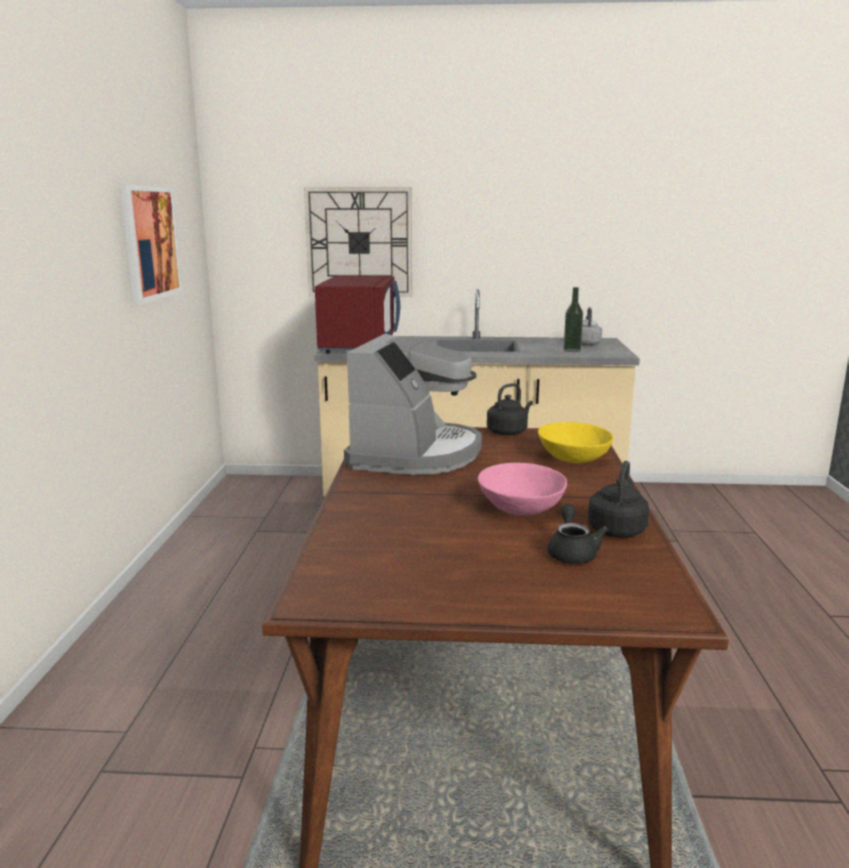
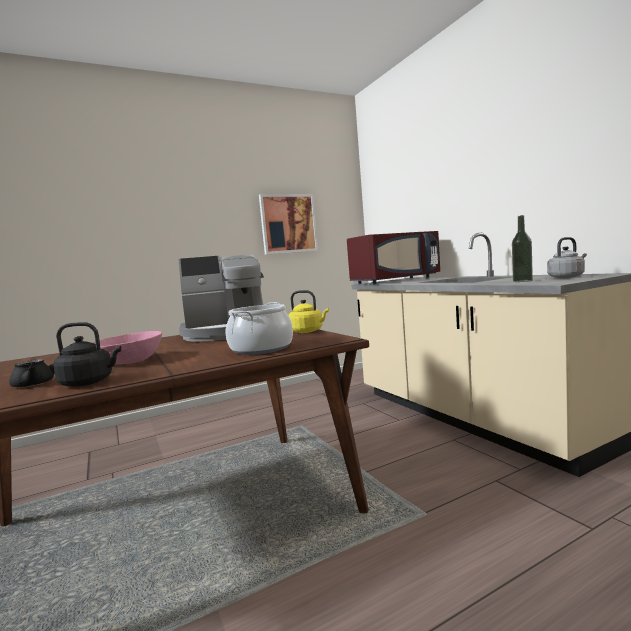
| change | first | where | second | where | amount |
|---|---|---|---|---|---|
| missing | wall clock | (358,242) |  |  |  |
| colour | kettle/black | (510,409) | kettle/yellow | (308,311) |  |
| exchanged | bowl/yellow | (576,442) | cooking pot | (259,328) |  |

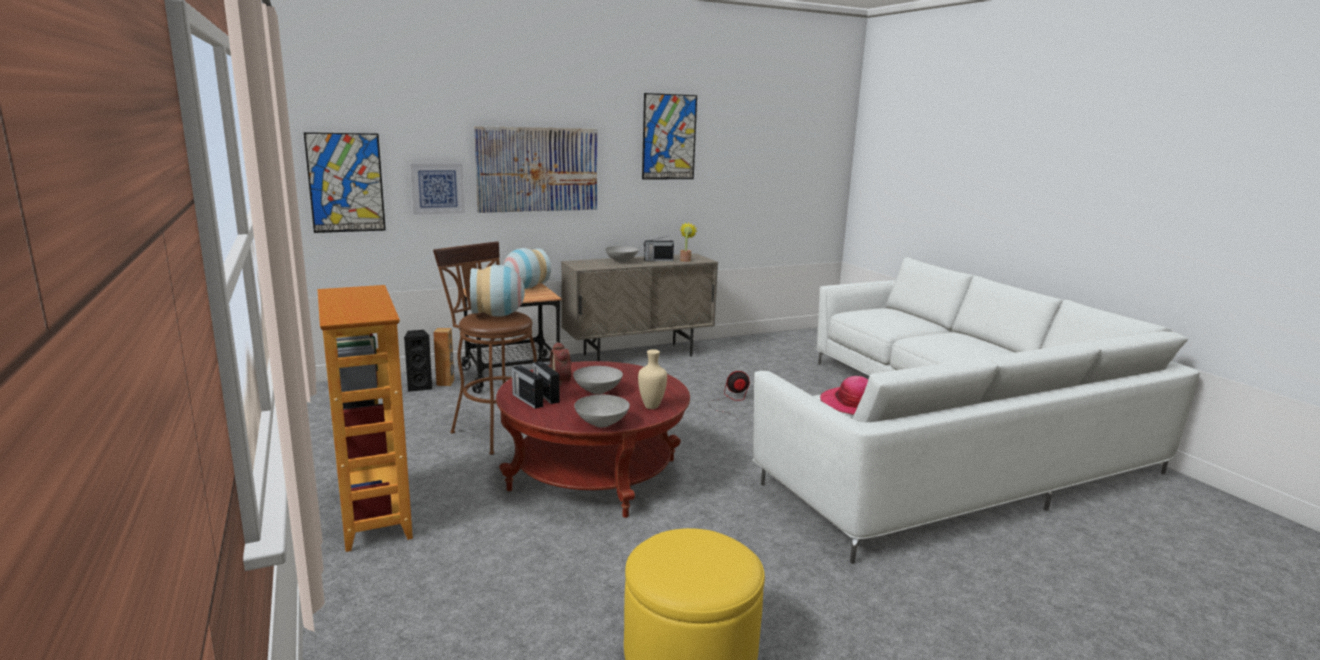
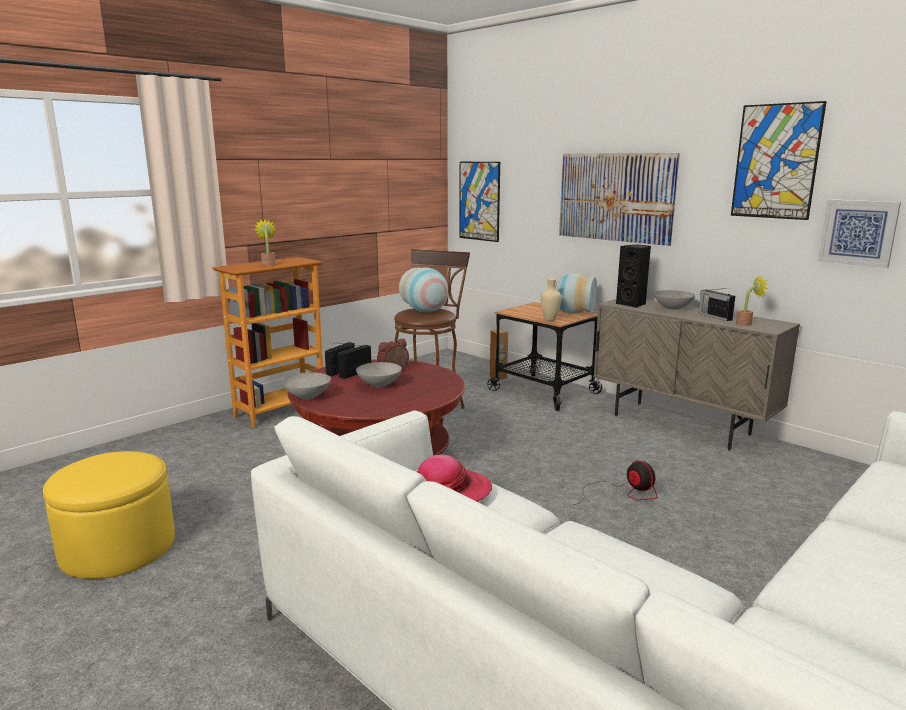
| change | first | where | second | where | amount |
|---|---|---|---|---|---|
| relocated | speaker/black | (418,361) |  | (633,276) |  |
| relocated | picture | (437,189) |  | (859,233) |  |
| relocated | vase/beige | (652,379) |  | (551,299) |  |
| appeared |  |  | potted plant | (265,242) |  |

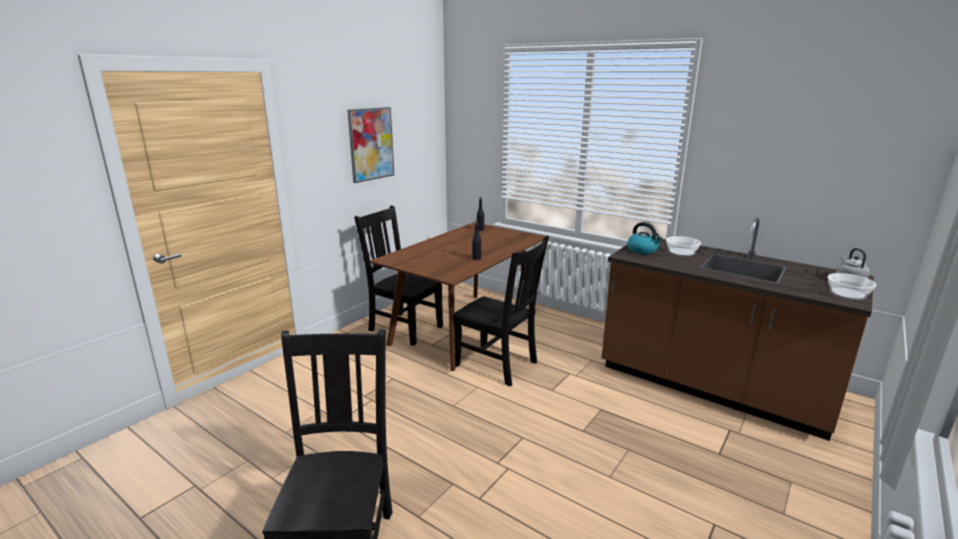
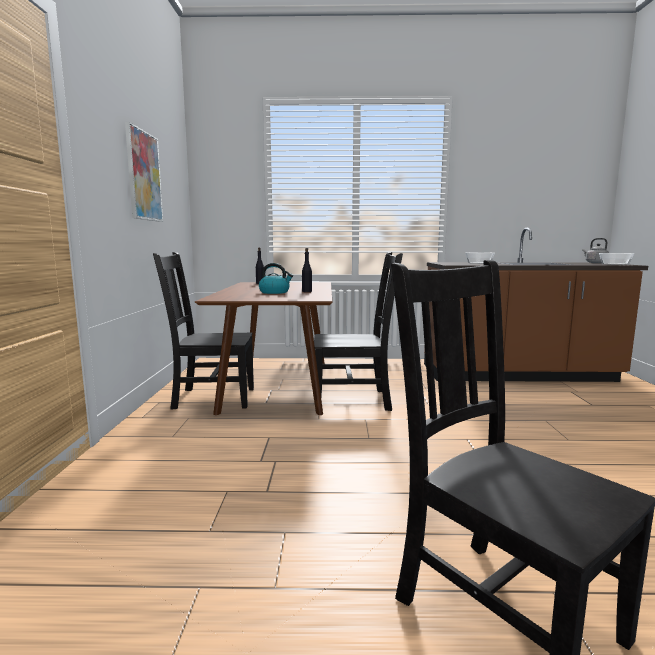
| change | first | where | second | where | amount |
|---|---|---|---|---|---|
| relocated | kettle | (645,238) |  | (276,278) |  |

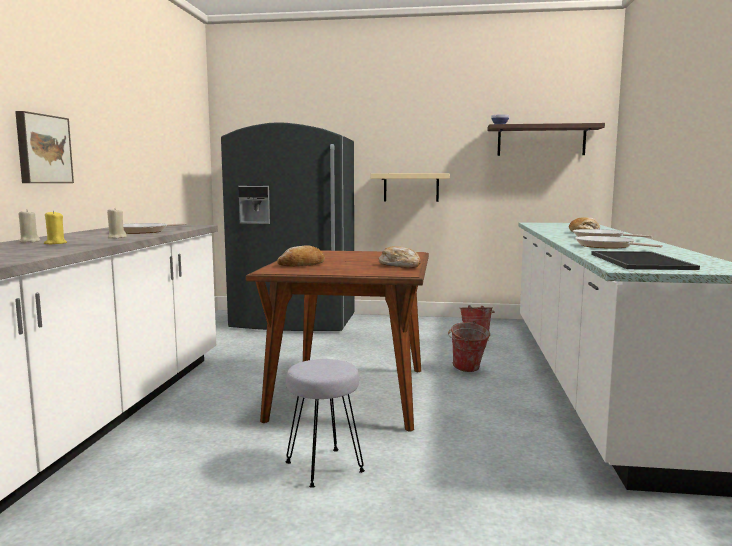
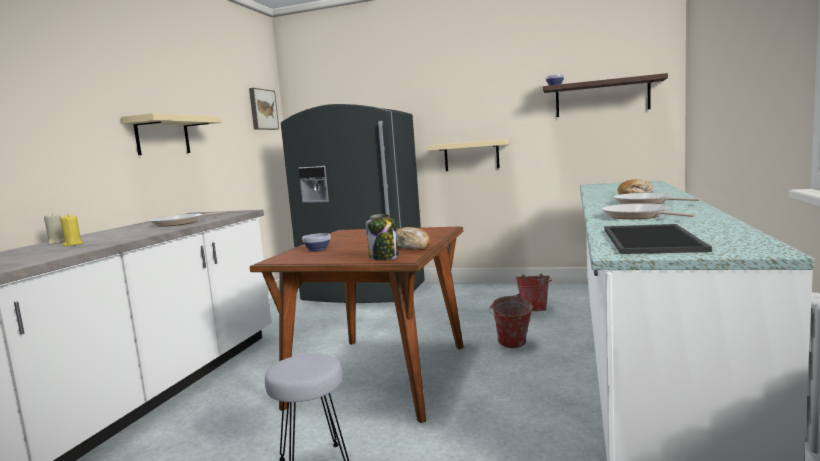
| change | first | where | second | where | amount |
|---|---|---|---|---|---|
| relocated | picture | (44,147) |  | (264,109) |  |
| missing | candle/beige | (117,224) |  |  |  |
| exchanged | bread | (301,255) | bowl | (316,242) |  |
| appeared |  |  | shelf/beige | (171,134) |  |
| appeared |  |  | jar | (382,237) |  |

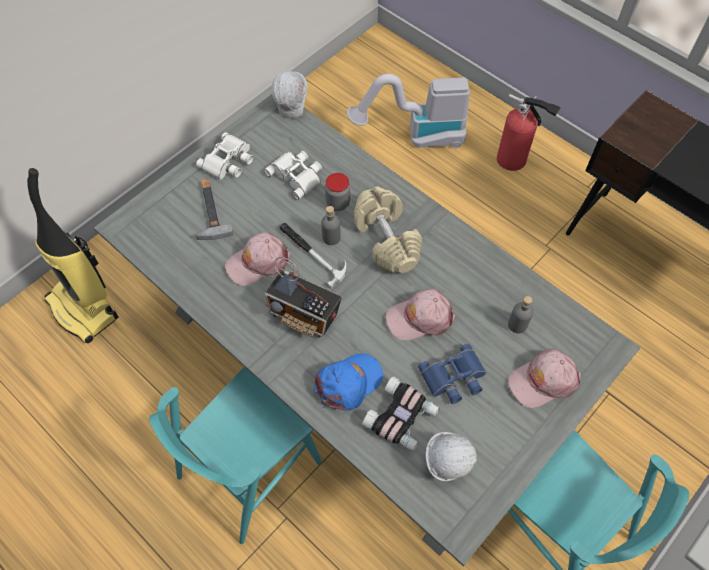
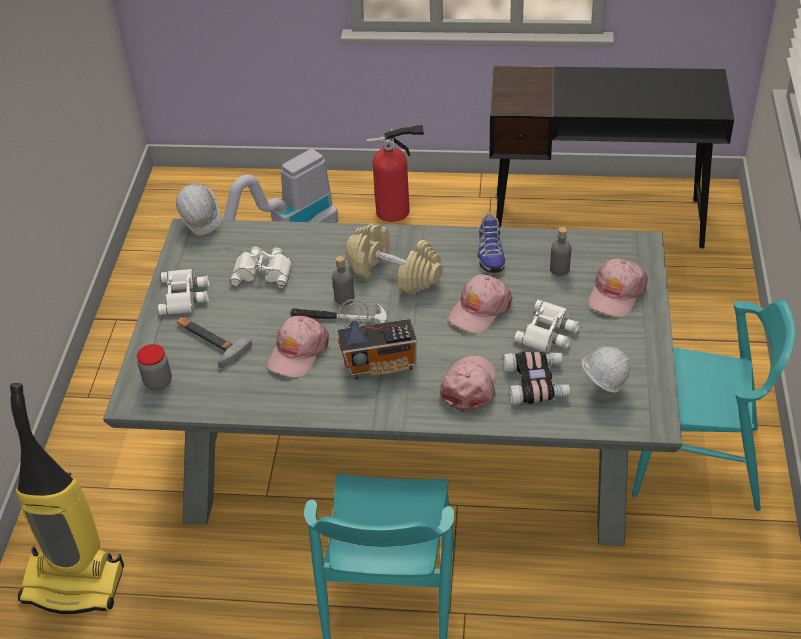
| change | first | where | second | where | amount |
|---|---|---|---|---|---|
| colour | cap/blue | (348,381) | cap/pink | (468,384) |  |
| relocated | jar | (337,192) |  | (154,367) |  |
| colour | binoculars/blue | (452,373) | binoculars/white | (547,326) |  |
| appeared |  |  | shoe | (491,243) |  |

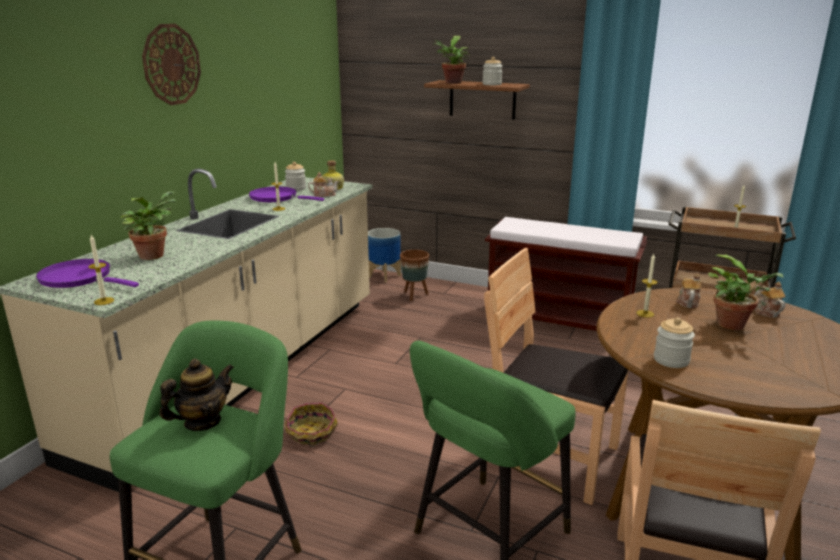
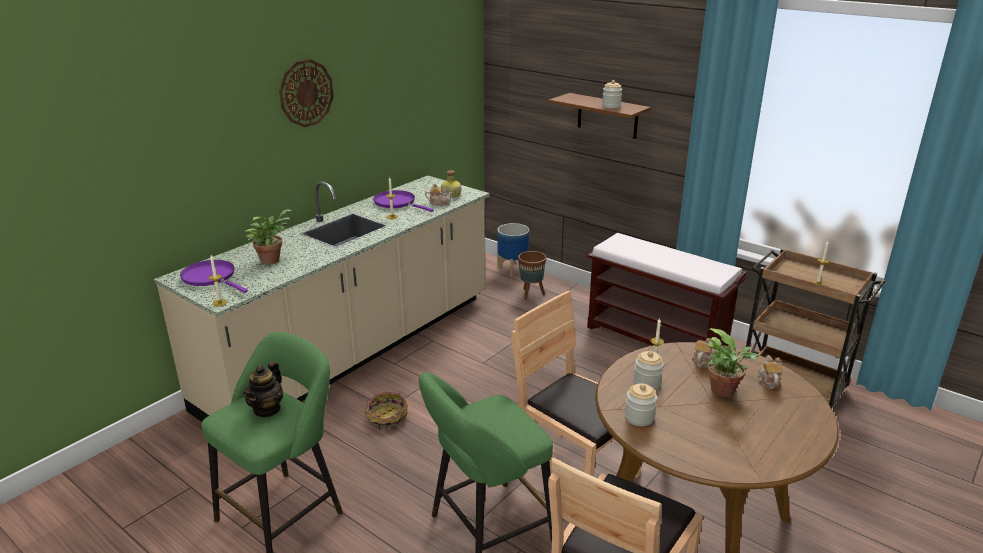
| change | first | where | second | where | amount |
|---|---|---|---|---|---|
| spun | teapot | (197,395) |  | (263,389) | 135 degrees clockwise |
| relocated | jar | (295,176) |  | (648,370) |  |
| missing | potted plant | (451,60) |  |  |  |

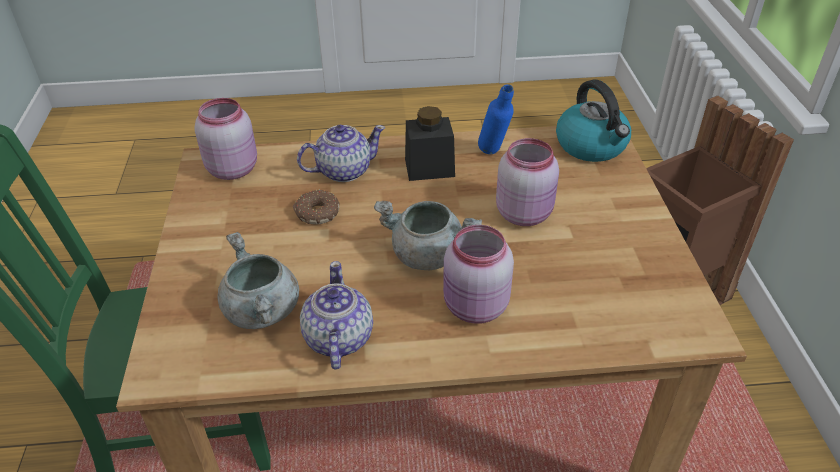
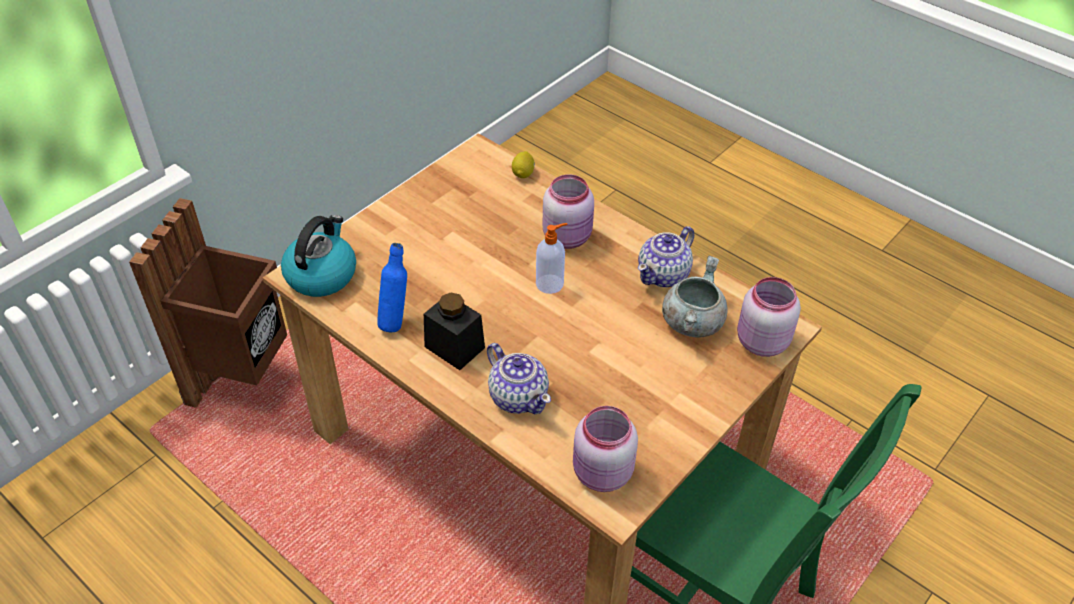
| change | first | where | second | where | amount |
|---|---|---|---|---|---|
| missing | donut | (316,207) |  |  |  |
| spun | teapot | (341,153) |  | (519,378) | 150 degrees counterclockwise |
| exchanged | cooking pot/grey | (428,235) | soap dispenser | (551,258) |  |
| relocated | jar/pink | (527,182) |  | (769,317) |  |
| appeared |  |  | lemon | (523,164) |  |

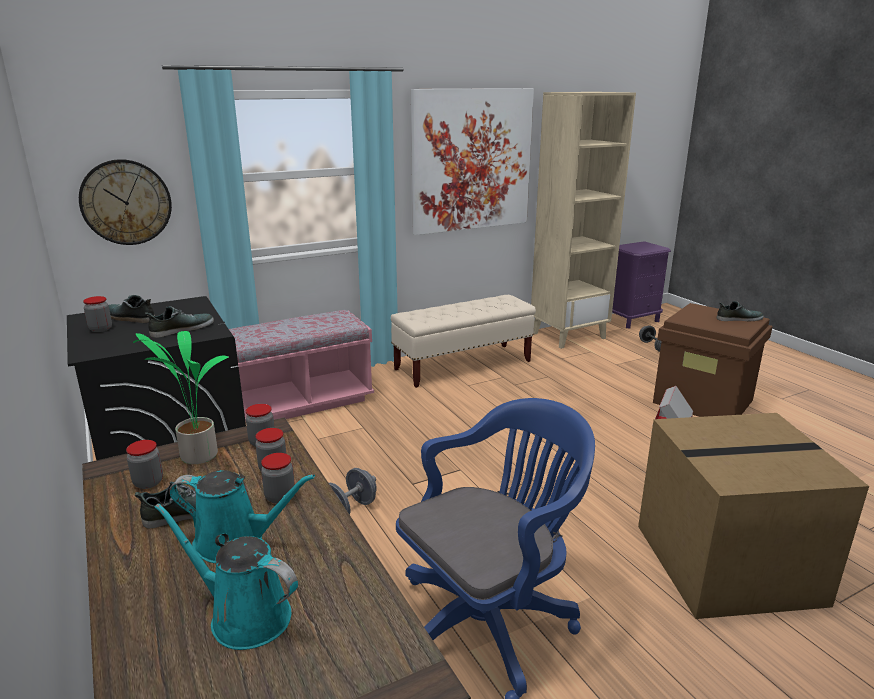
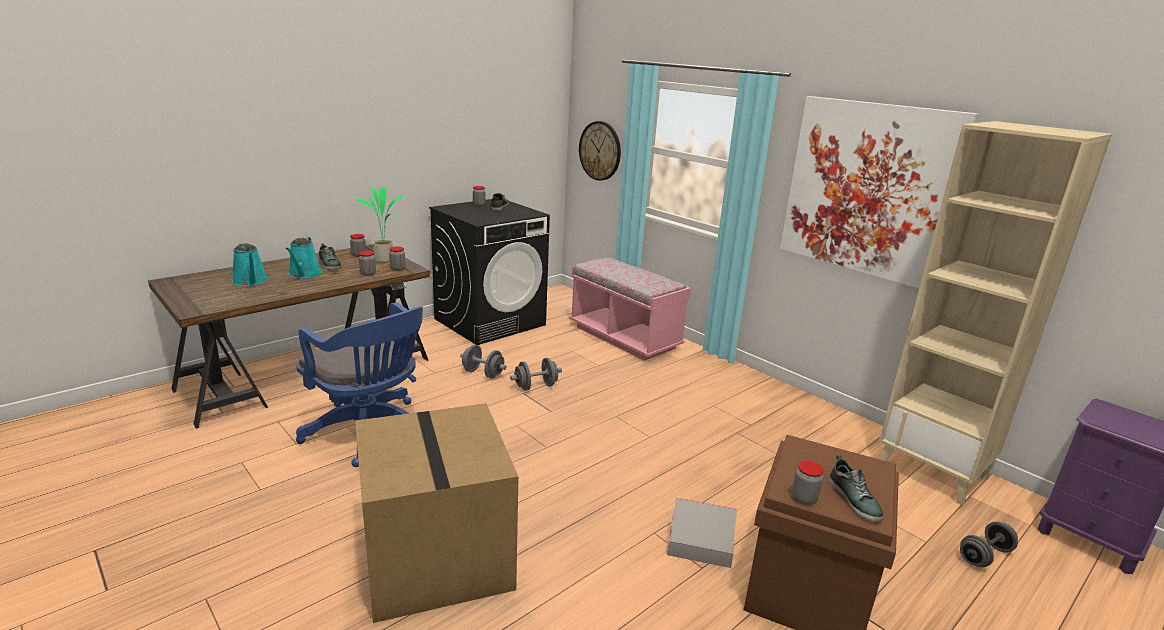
| change | first | where | second | where | amount |
|---|---|---|---|---|---|
| missing | shoe | (179,322) |  |  |  |
| spun | watering can/turquoise | (226,576) |  | (250,264) | 135 degrees clockwise |
| relocated | jar | (278,478) |  | (808,483) |  |
| missing | bench/beige | (463,341) |  |  |  |
| appeared |  |  | dumbbell/grey | (536,374) |  |

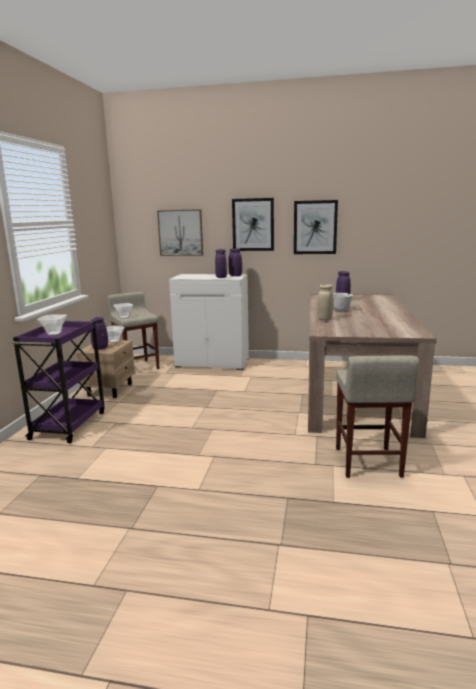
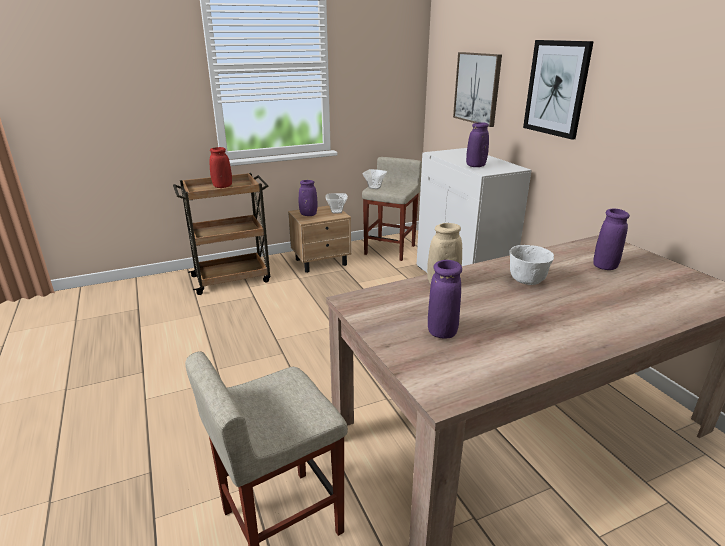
| change | first | where | second | where | amount |
|---|---|---|---|---|---|
| colour | cart/purple | (58,382) | cart/brown | (222,234) |  |
| exchanged | bowl | (52,324) | vase/red | (220,167) |  |
| relocated | vase/purple | (235,262) |  | (445,299) |  |
| missing | picture | (316,227) |  |  |  |

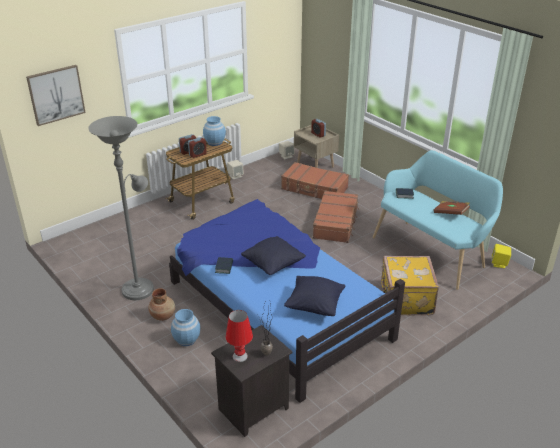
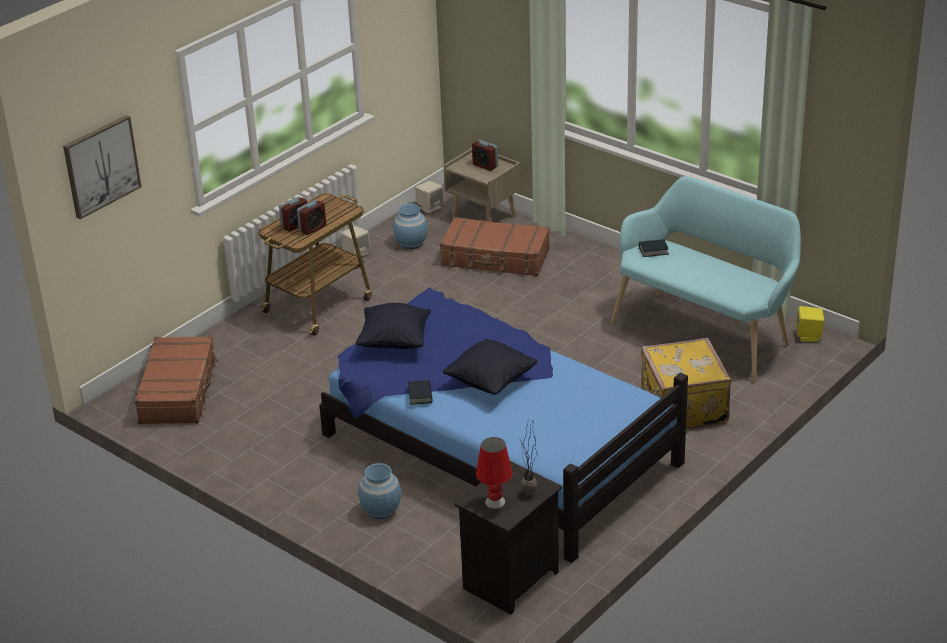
| change | first | where | second | where | amount |
|---|---|---|---|---|---|
| missing | floor lamp/grey | (121,208) |  |  |  |
| missing | vase/brown | (161,304) |  |  |  |
| relocated | vase/blue | (214,131) |  | (410,226) |  |
| relocated | pillow/black | (314,296) |  | (393,326) |  |
| relocated | suitcase/brown | (336,217) |  | (177,380) |  |
| missing | book/brown | (452,208) |  |  |  |

